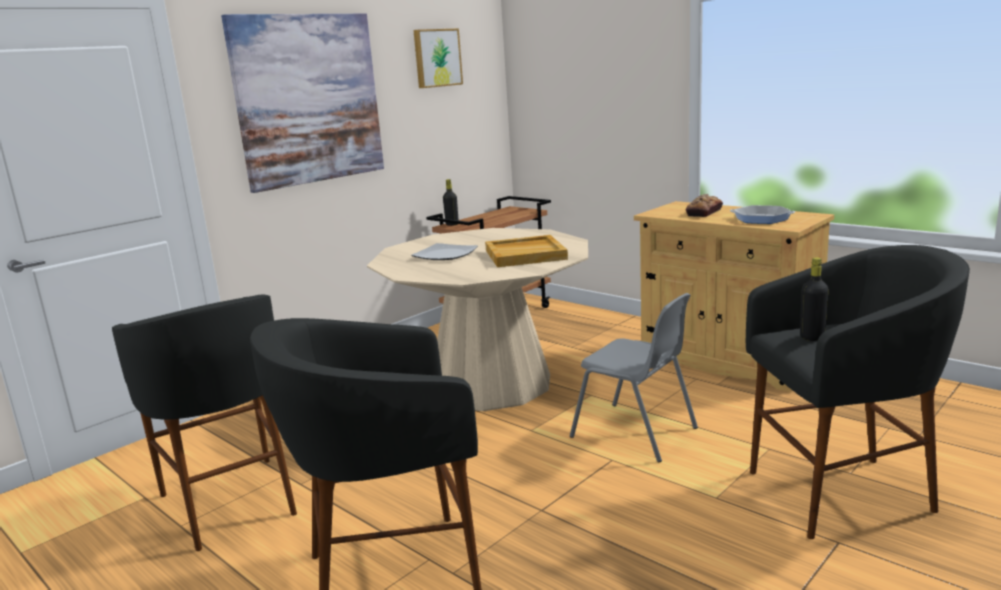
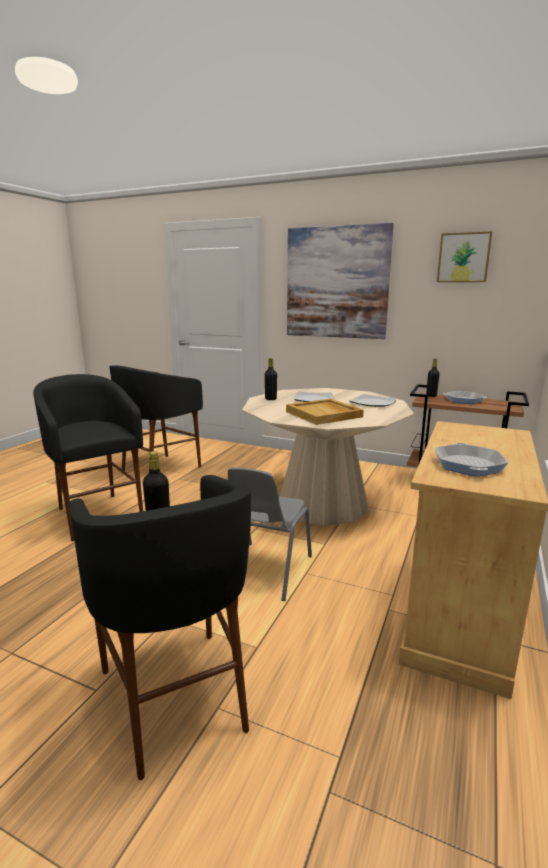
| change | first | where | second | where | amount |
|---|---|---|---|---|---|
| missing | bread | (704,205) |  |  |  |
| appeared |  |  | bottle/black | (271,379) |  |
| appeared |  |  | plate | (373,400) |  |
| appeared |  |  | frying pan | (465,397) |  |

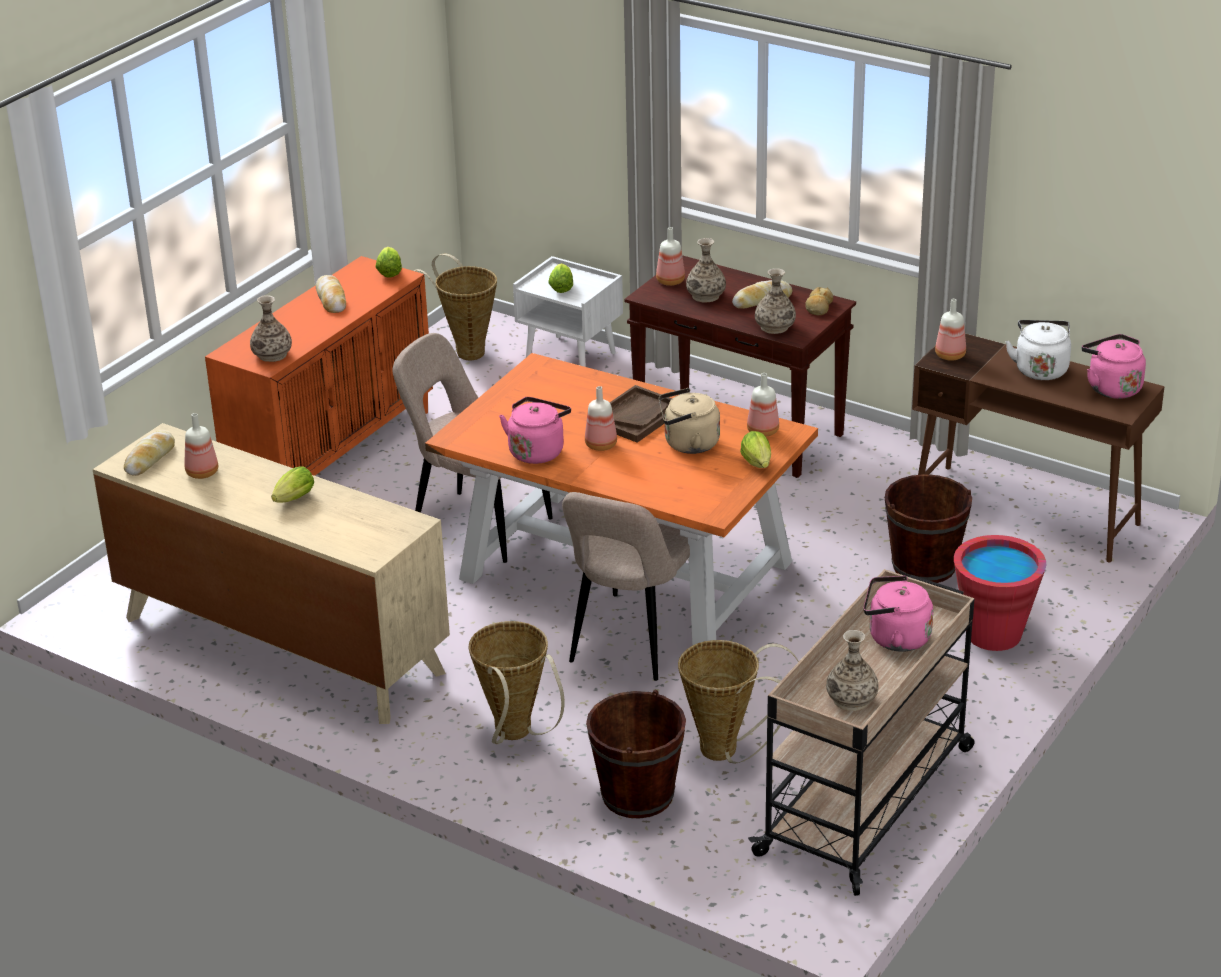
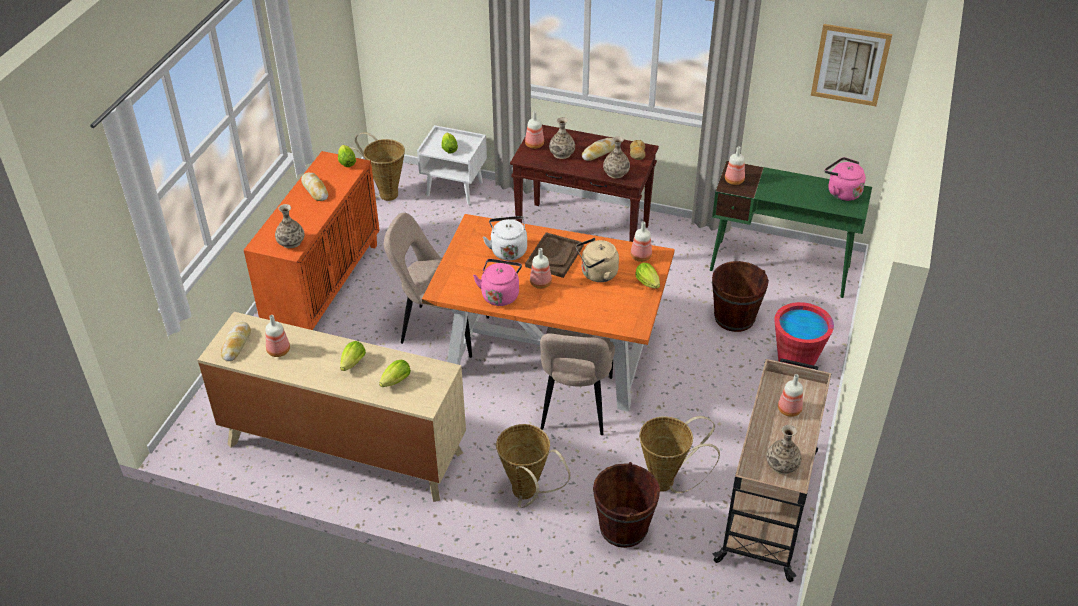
| change | first | where | second | where | amount |
|---|---|---|---|---|---|
| exchanged | kettle/pink | (898,614) | bottle | (790,395) |  |
| colour | desk/brown | (1038,448) | desk/green | (791,229) |  |
| relocated | kettle/white | (1038,350) |  | (505,238) |  |
| appeared |  |  | lettuce | (395,373) |  |
| appeared |  |  | picture | (851,65) |  |

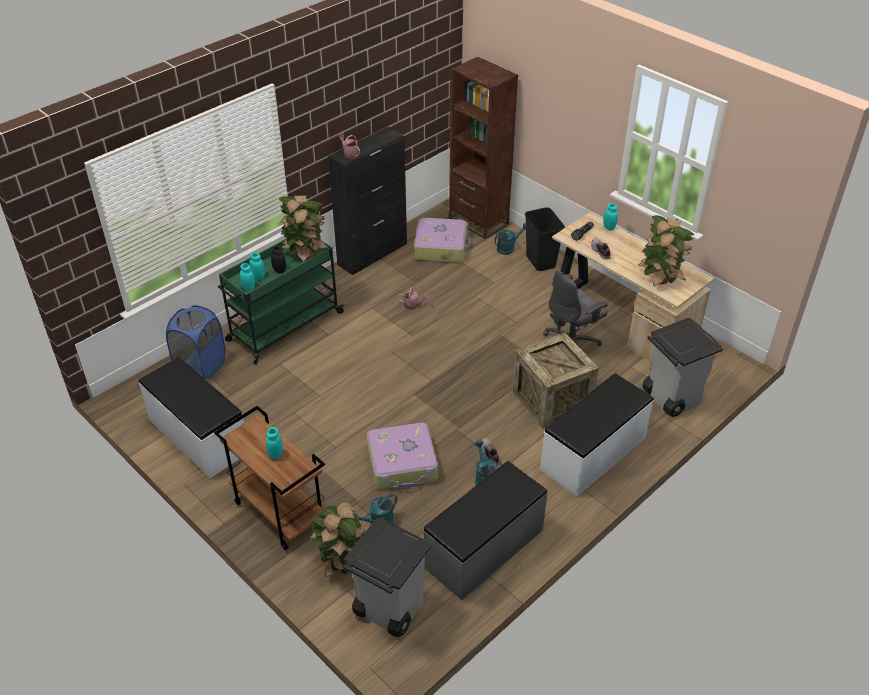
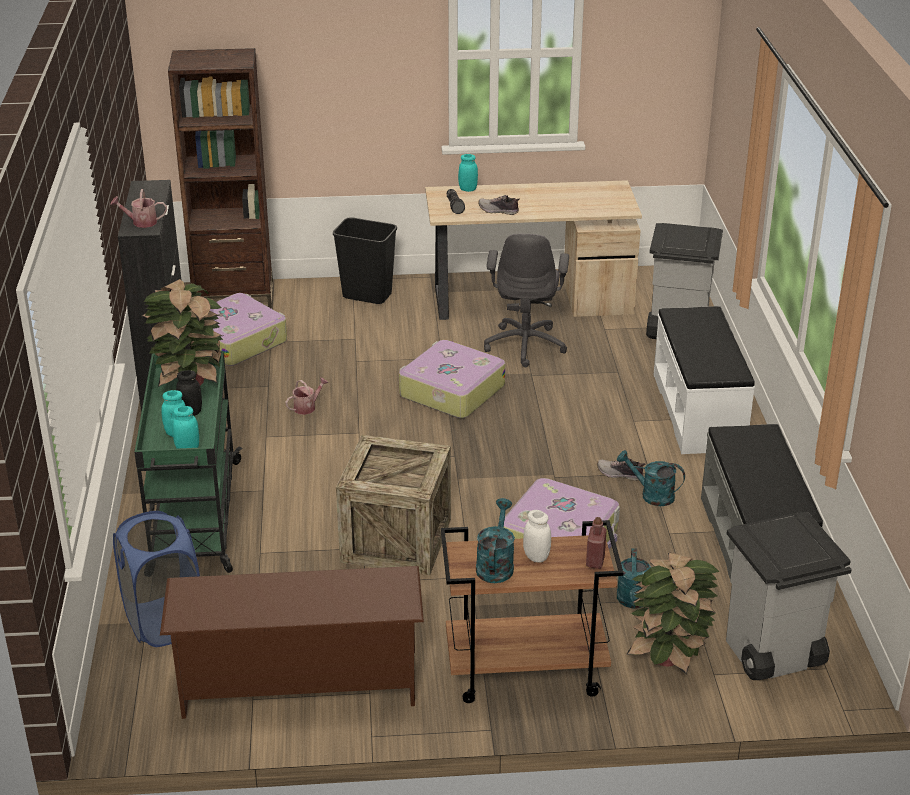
| change | first | where | second | where | amount |
|---|---|---|---|---|---|
| exchanged | bench/white | (191,417) | shoe rack/brown | (292,642) |  |
| colour | jar/turquoise | (274,443) | jar/white | (537,536) |  |
| relocated | watering can/turquoise | (510,239) |  | (495,540) |  |
| relocated | crate | (555,380) |  | (393,505) |  |
| missing | potted plant | (666,250) |  |  |  |
| appeared |  |  | suitcase | (452,379) |  |
| appeared |  |  | bottle/red | (596,543) |  |

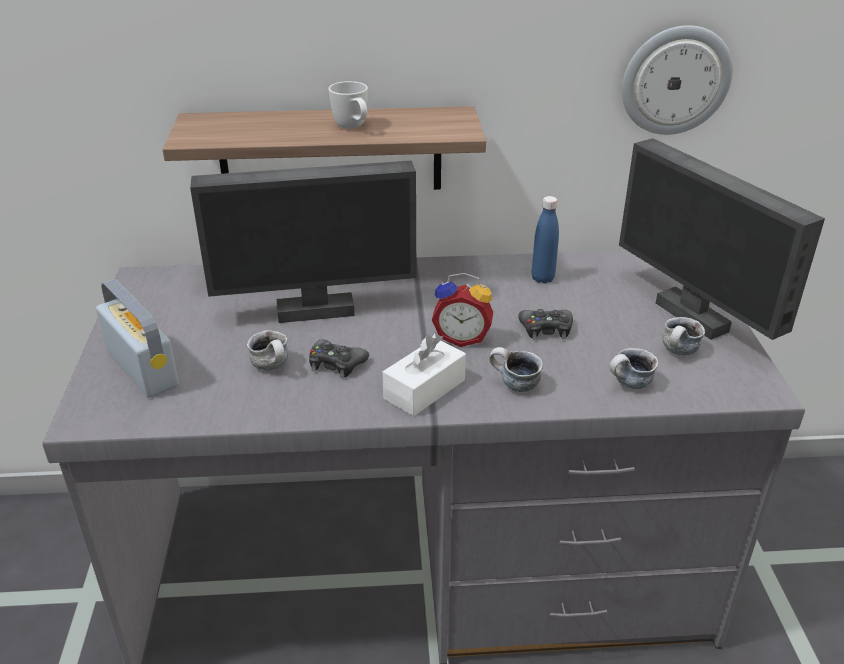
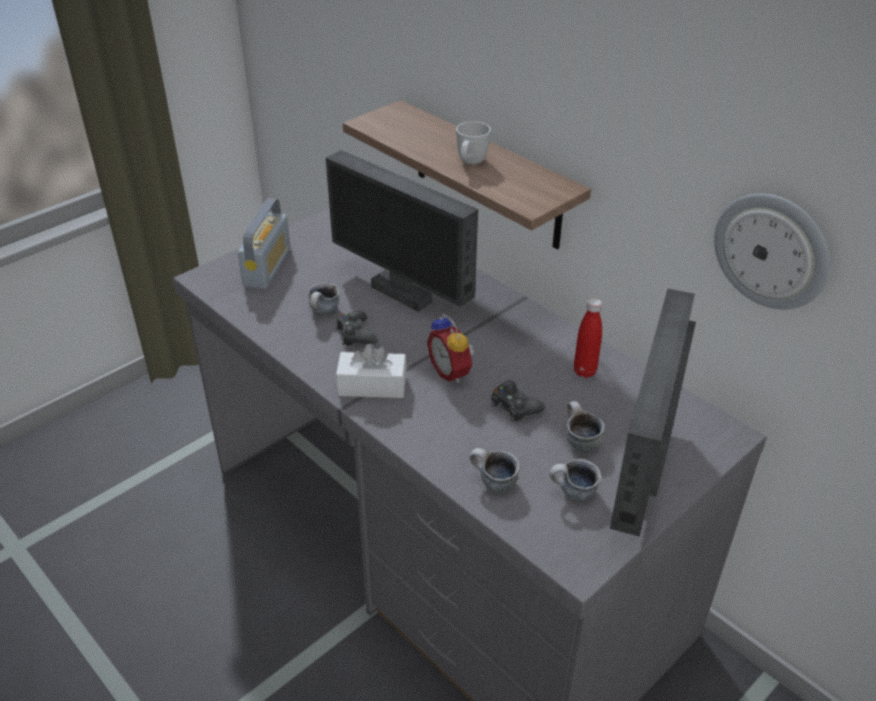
| change | first | where | second | where | amount |
|---|---|---|---|---|---|
| relocated | mug | (516,369) |  | (585,426) |  |
| colour | bottle/blue | (545,240) | bottle/red | (588,338) |  |

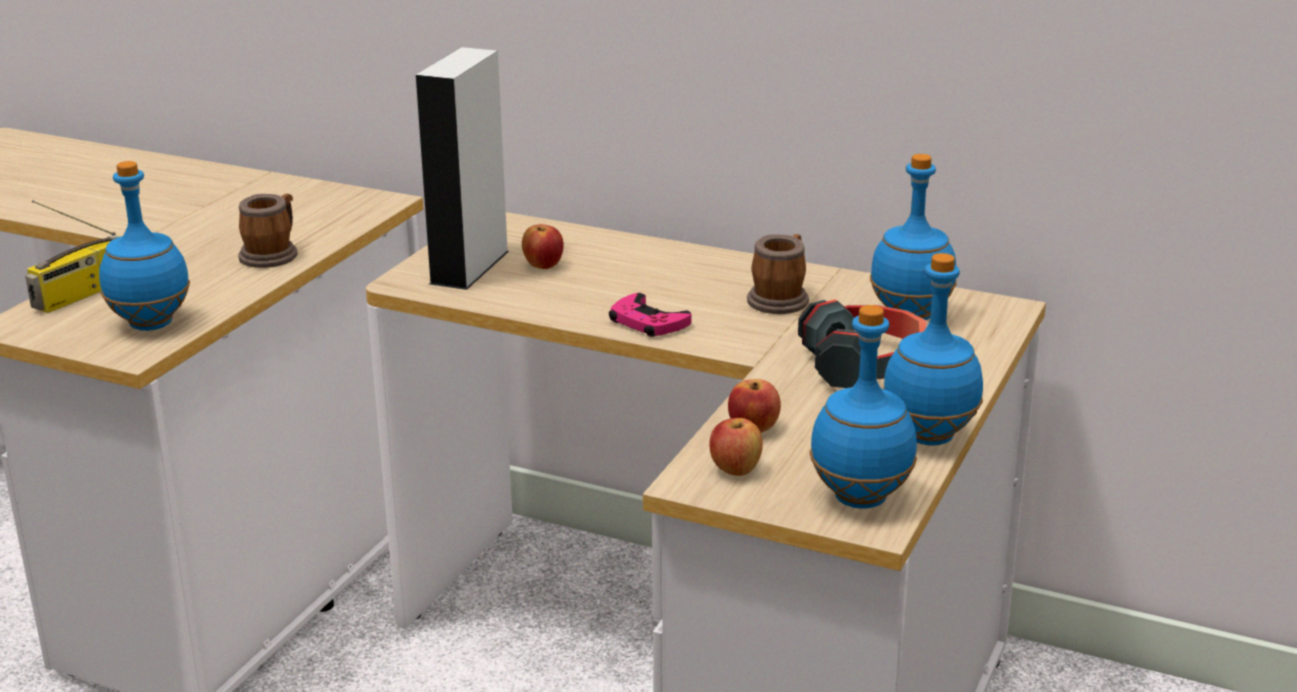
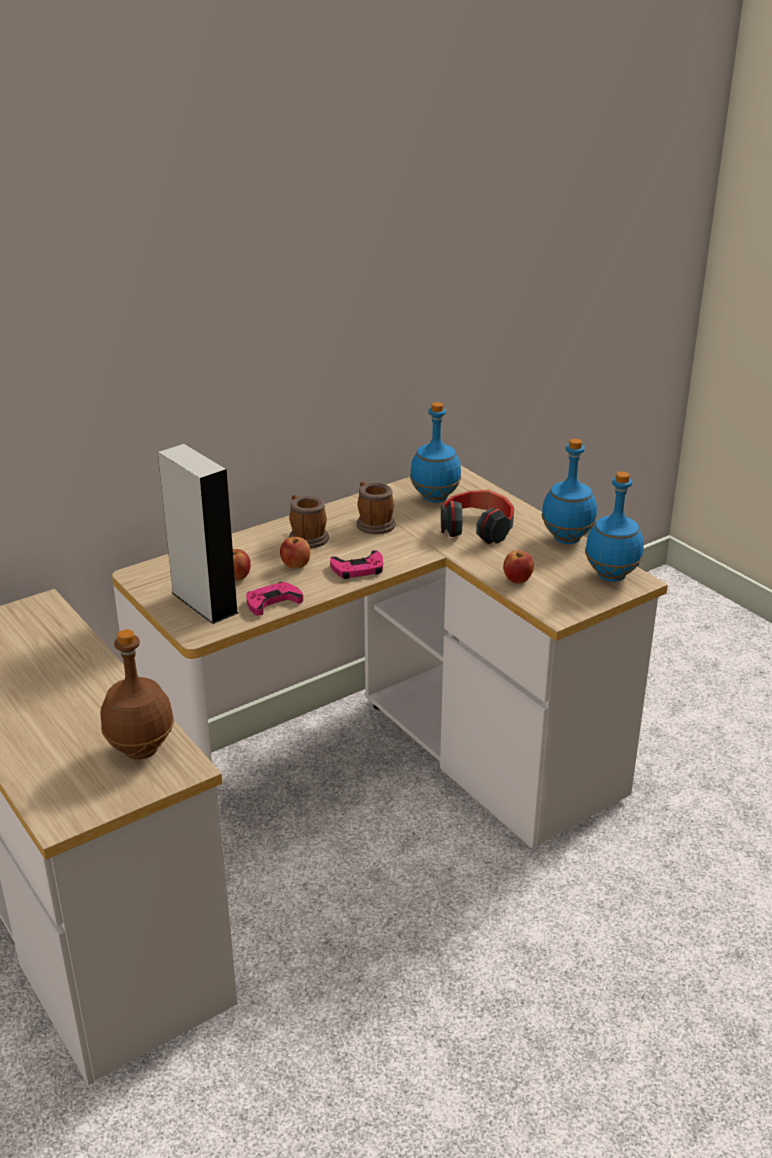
| change | first | where | second | where | amount |
|---|---|---|---|---|---|
| missing | radio | (73,256) |  |  |  |
| colour | bottle/blue | (144,246) | bottle/brown | (137,694) |  |
| relocated | mug | (268,231) |  | (309,521) |  |
| relocated | apple | (736,447) |  | (295,552) |  |
| appeared |  |  | game controller/pink | (274,599) |  |

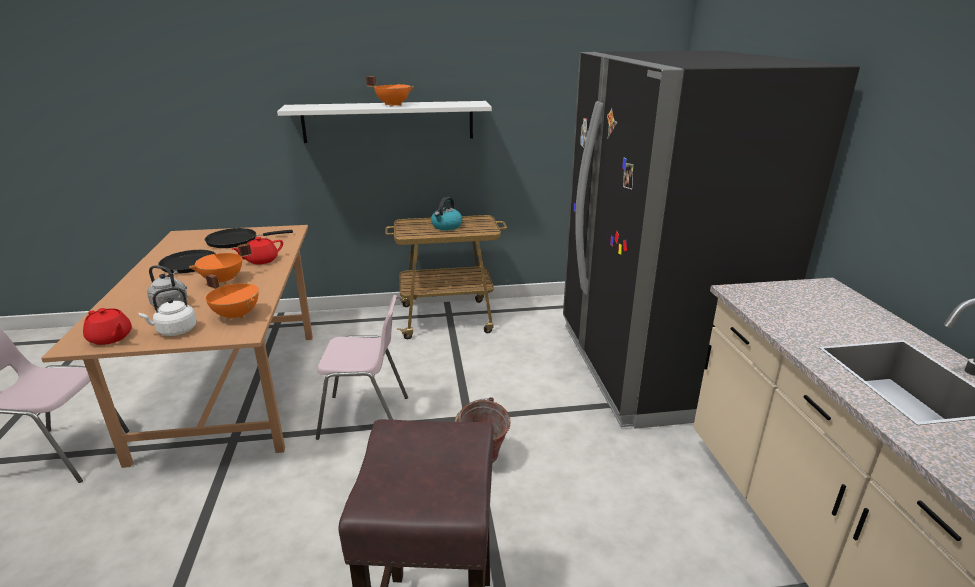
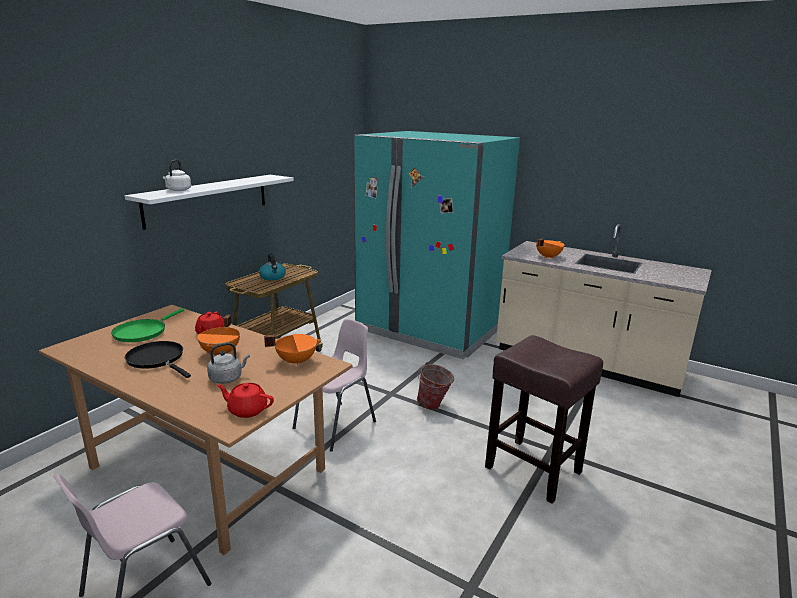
| change | first | where | second | where | amount |
|---|---|---|---|---|---|
| spun | teapot/red | (107,326) |  | (245,400) | 150 degrees counterclockwise |
| relocated | kettle/white | (168,311) |  | (177,175) |  |
| colour | frying pan/black | (249,238) | frying pan/green | (147,325) |  |
| relocated | cooking pot/orange | (390,91) |  | (550,249) |  |
| colour | fridge/black | (711,240) | fridge/turquoise | (437,245) |  |

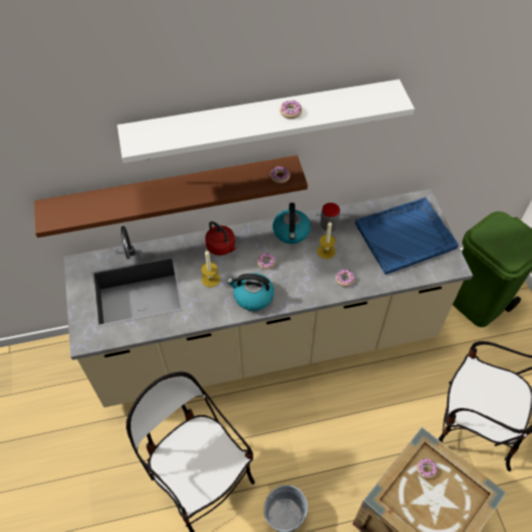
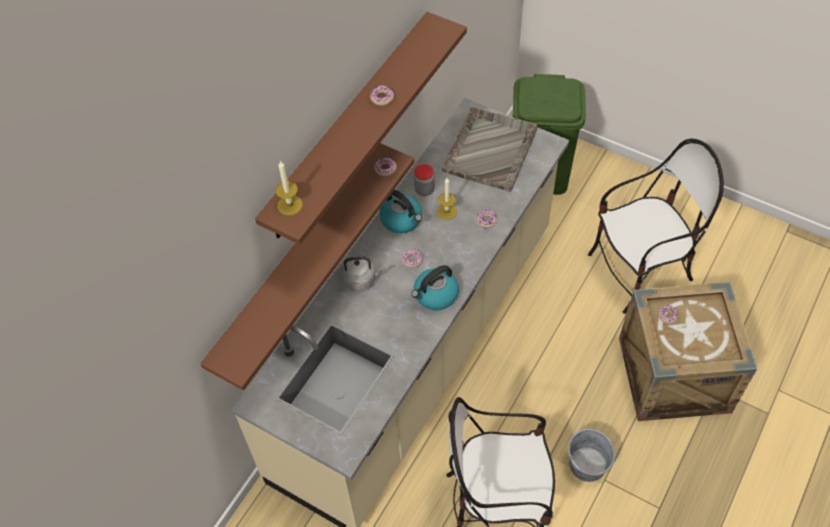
| change | first | where | second | where | amount |
|---|---|---|---|---|---|
| colour | shelf/white | (266,121) | shelf/brown | (361,128) |  |
| relocated | candle | (210,268) |  | (289,188) |  |
| colour | kettle/red | (220,238) | kettle/grey | (363,273) |  |
| colour | tray/blue | (407,236) | tray/grey | (489,149) |  |

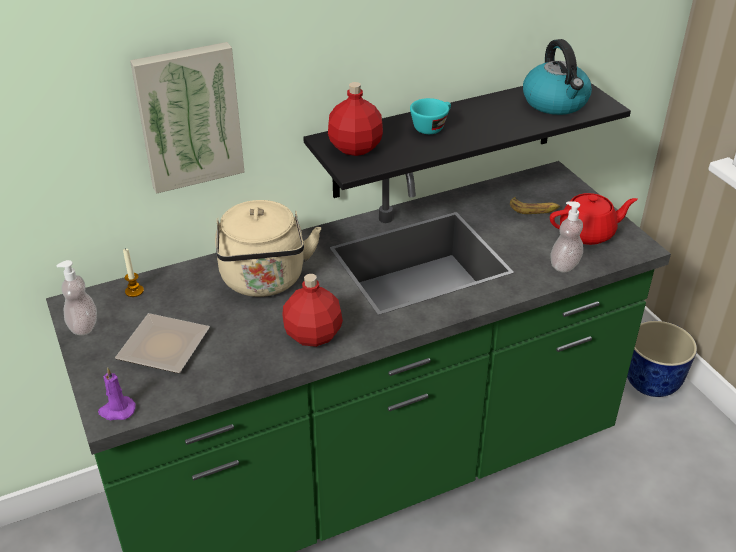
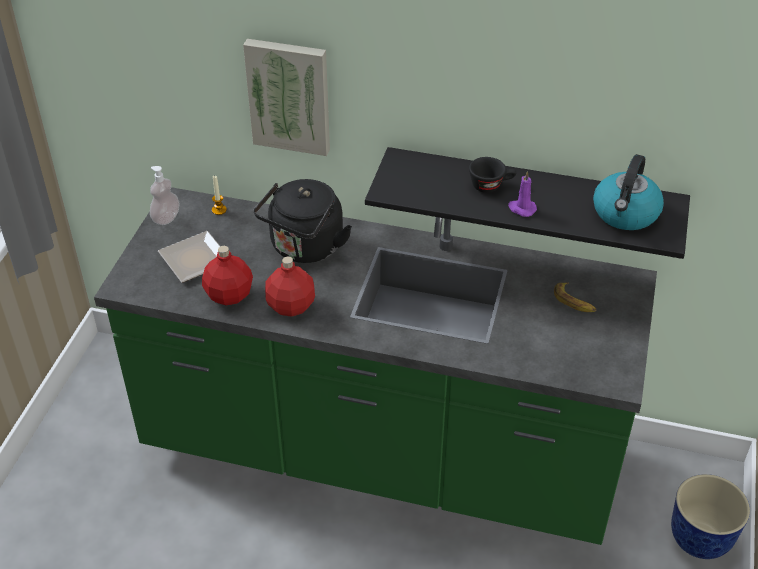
| change | first | where | second | where | amount |
|---|---|---|---|---|---|
| relocated | candle/purple | (117,393) |  | (522,194) |  |
| colour | kettle/beige | (268,248) | kettle/black | (303,221) |  |
| relocated | bottle/red | (355,119) |  | (227,275) |  |
| colour | cup/turquoise | (430,116) | cup/black | (492,175) |  |
| missing | teapot/red | (594,219) |  |  |  |
| missing | soap dispenser | (566,237) |  |  |  |

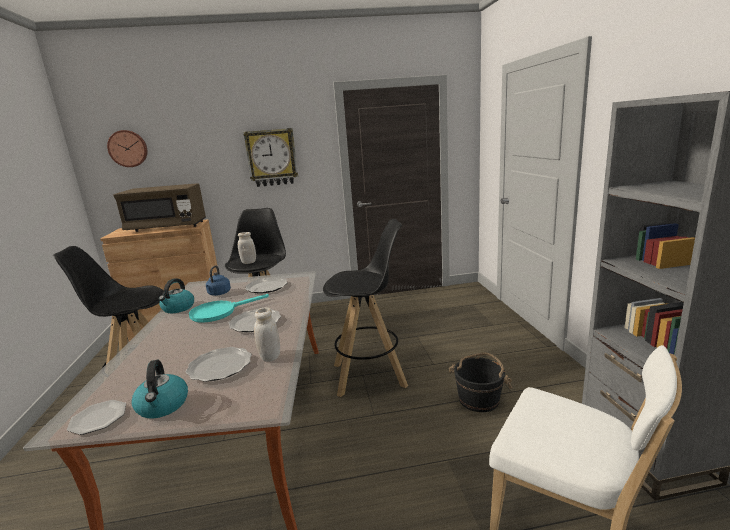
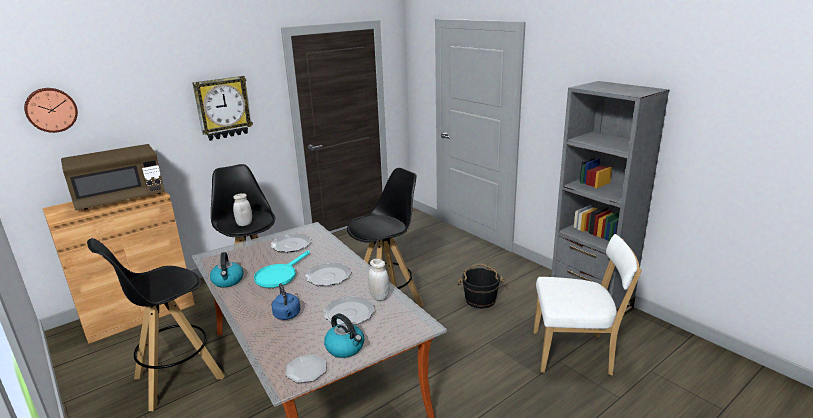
| change | first | where | second | where | amount |
|---|---|---|---|---|---|
| relocated | kettle/blue | (218,280) |  | (286,301) |  |

